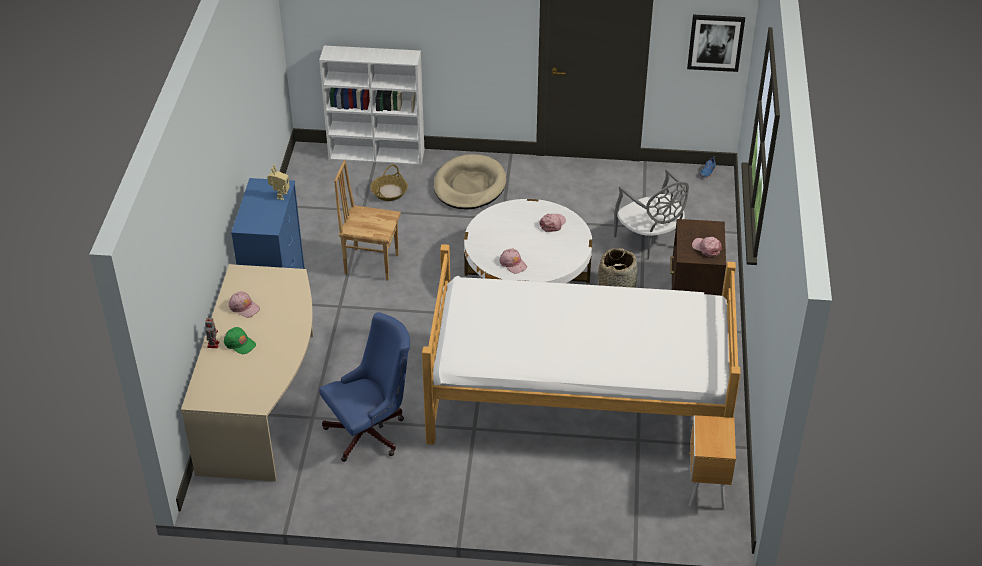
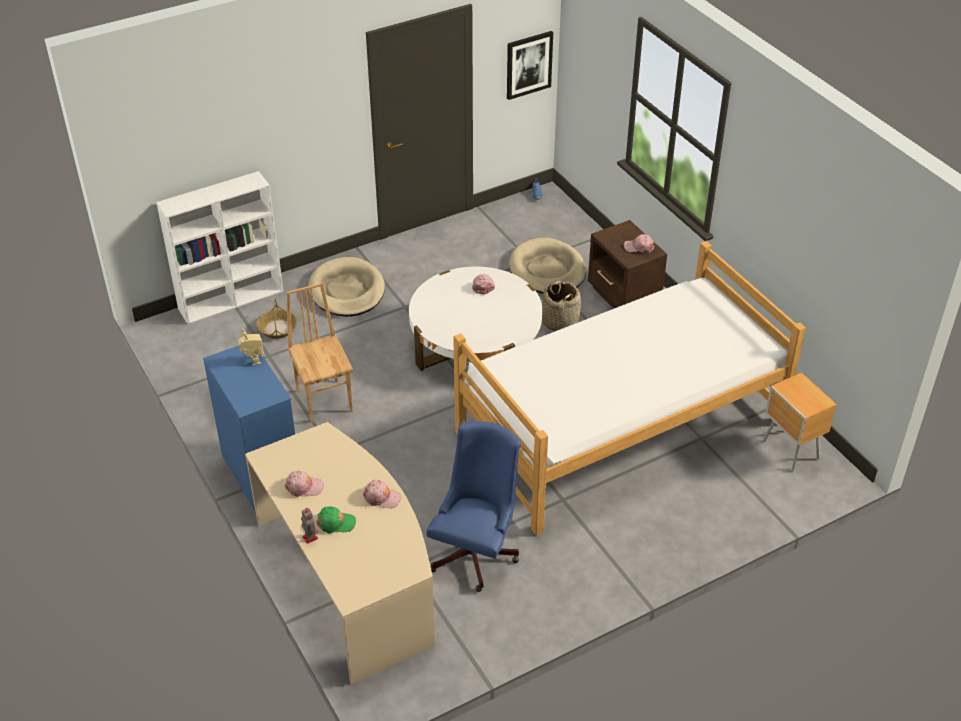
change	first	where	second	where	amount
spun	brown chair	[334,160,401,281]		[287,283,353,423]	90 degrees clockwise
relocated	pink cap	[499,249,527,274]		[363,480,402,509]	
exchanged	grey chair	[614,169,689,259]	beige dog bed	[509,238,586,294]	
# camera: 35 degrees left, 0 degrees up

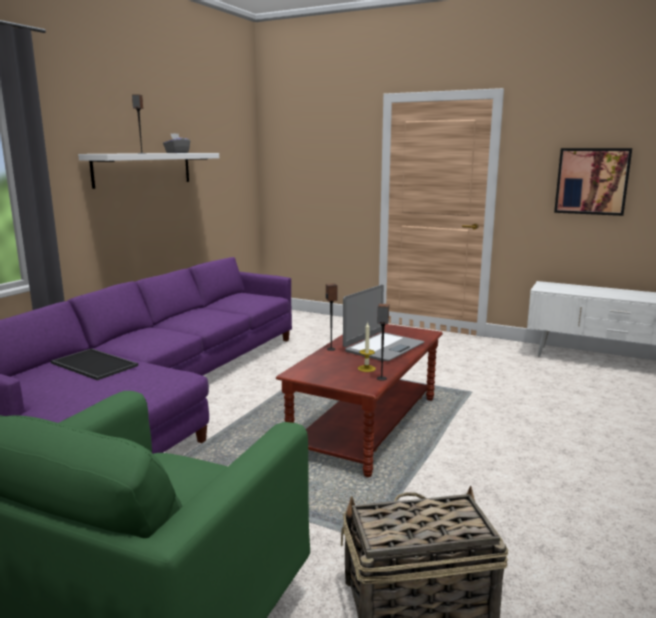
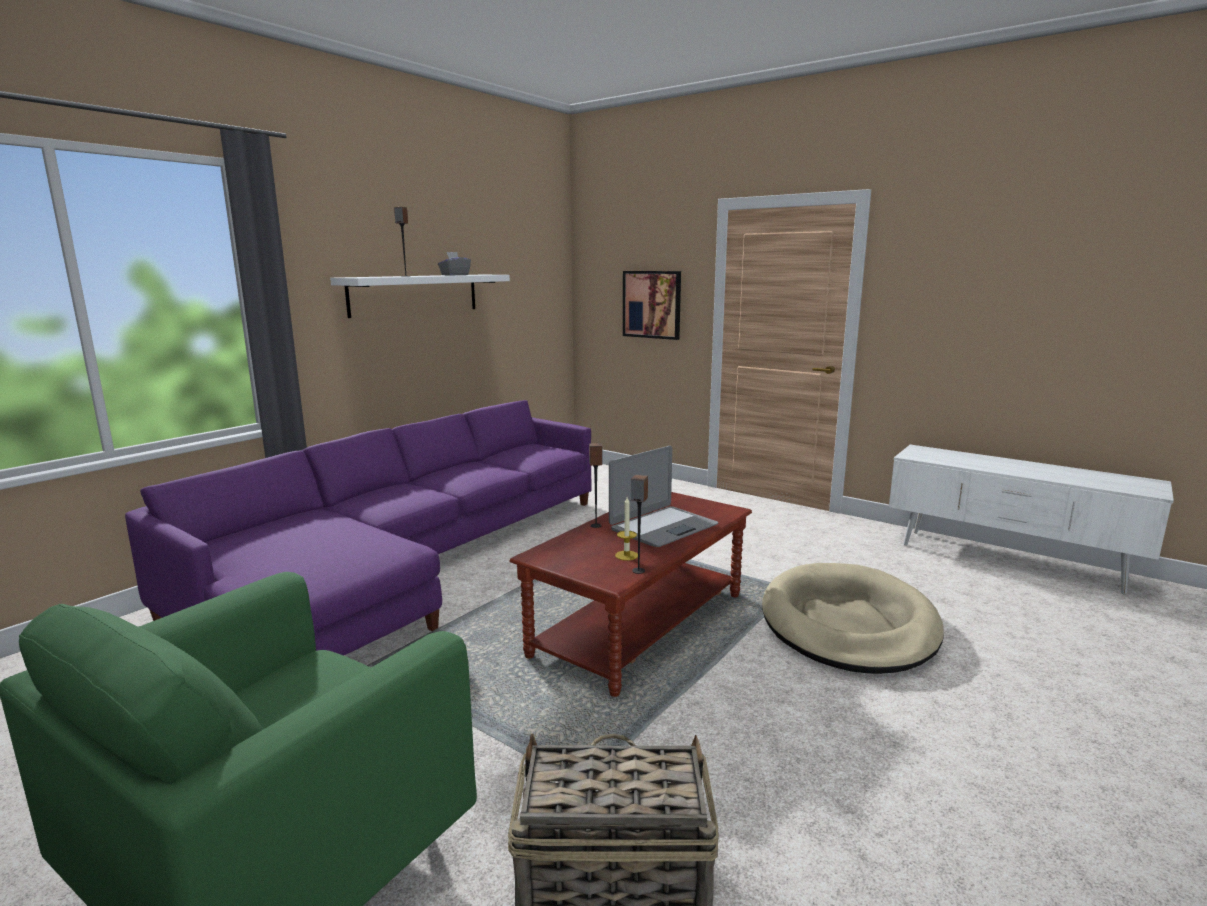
change	first	where	second	where	amount
relocated	picture	[554,148,632,216]		[623,271,681,340]	
appeared			beige dog bed	[762,563,944,674]	
missing	tray	[51,348,138,380]			
# camera: 10 degrees right, 0 degrees up

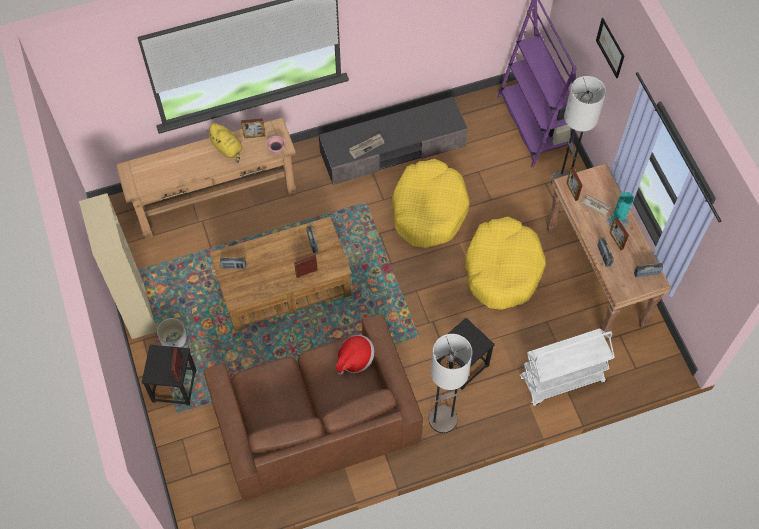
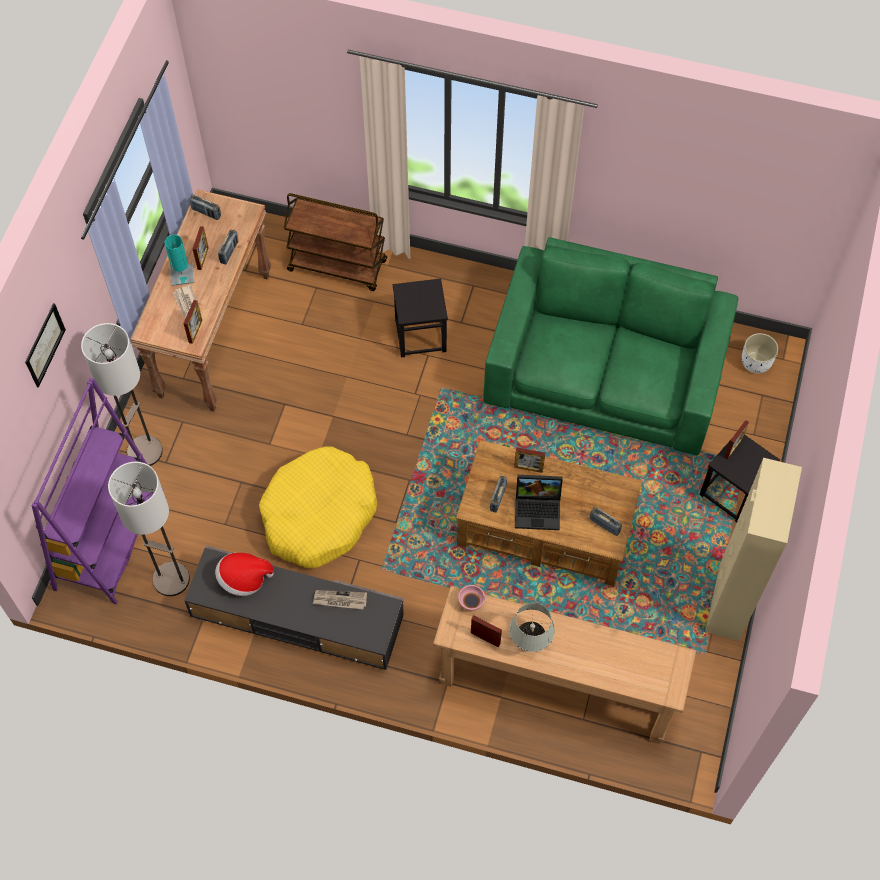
change	first	where	second	where	amount
relocated	floor lamp	[429,334,472,433]		[108,462,190,596]	
relocated	hat	[336,335,374,375]		[215,553,274,596]	
colour	white cart	[520,328,615,406]	brown cart	[283,193,387,291]	
colour	brown sofa	[203,314,423,501]	green sofa	[483,237,738,455]	
exchanged	yellow plush toy	[206,123,243,163]	white table lamp	[509,603,555,652]	
appeared			laptop	[515,475,563,530]	
relocated	white planter	[157,318,186,348]		[742,333,778,374]	
missing	yellow dog bed	[465,217,546,310]			
# camera: 145 degrees left, 0 degrees up

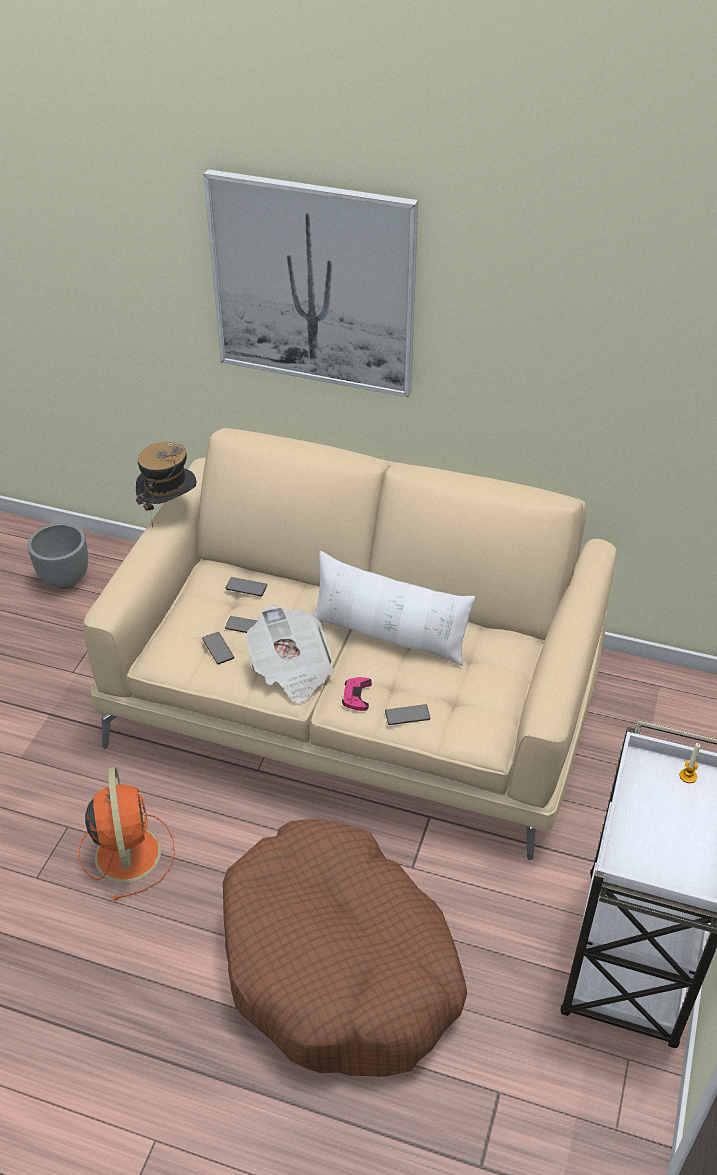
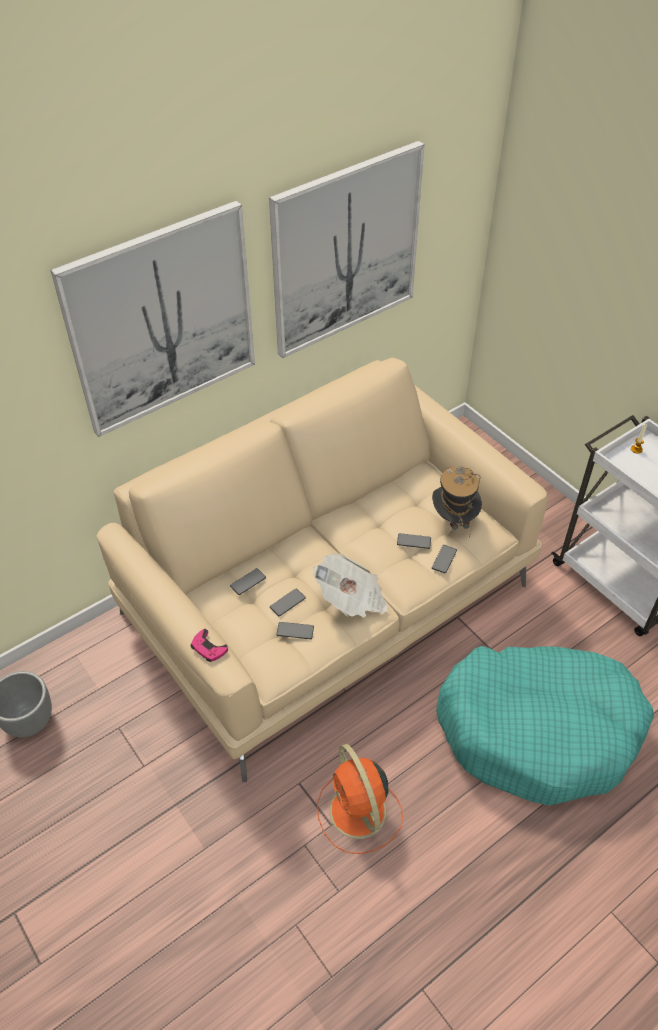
change	first	where	second	where	amount
relocated	pink game controller	[342,677,372,711]		[190,629,228,662]	
appeared			picture	[269,141,425,358]	
spun	orange fan	[78,767,175,901]		[317,744,403,854]	135 degrees counterclockwise
appeared			phone	[397,533,431,549]	
relocated	hat	[136,442,196,527]		[432,466,482,537]	
colour	brown dog bed	[223,819,467,1077]	turquoise dog bed	[436,646,654,805]	
missing	white pillow	[313,551,475,666]			
# camera: 55 degrees left, 5 degrees up

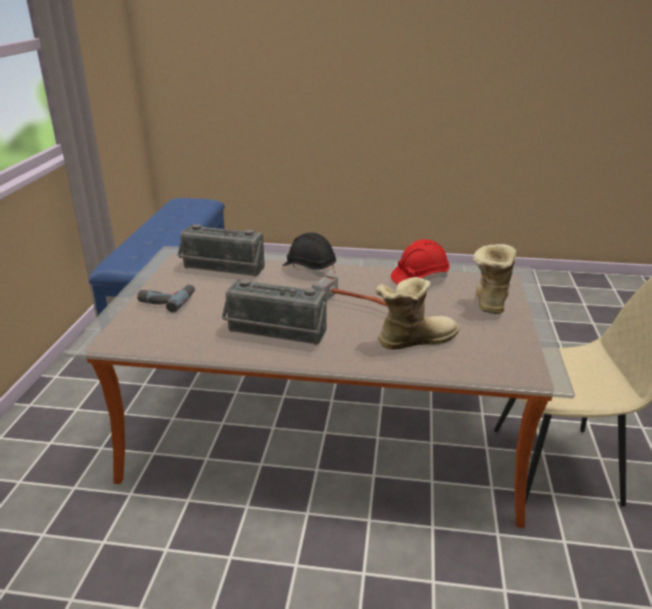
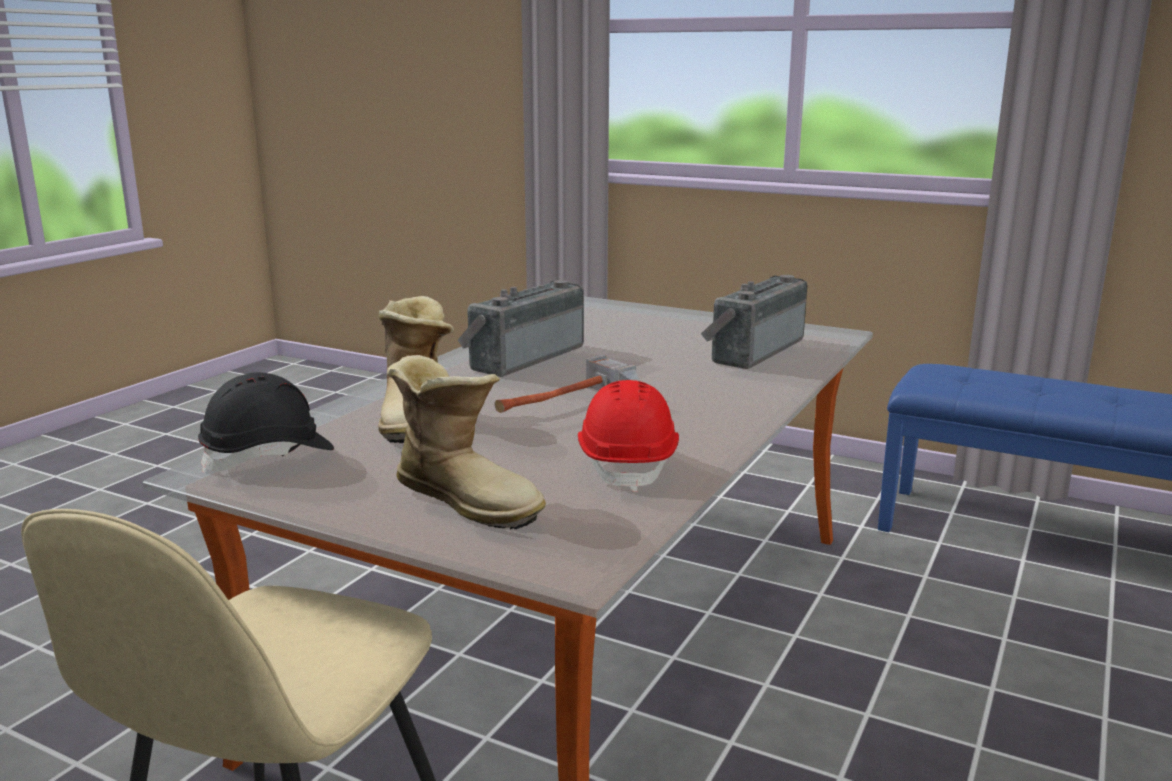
change	first	where	second	where	amount
relocated	black hard hat	[282,233,336,277]		[198,372,334,473]	
missing	power drill	[137,284,195,313]			
# camera: 110 degrees right, 10 degrees down

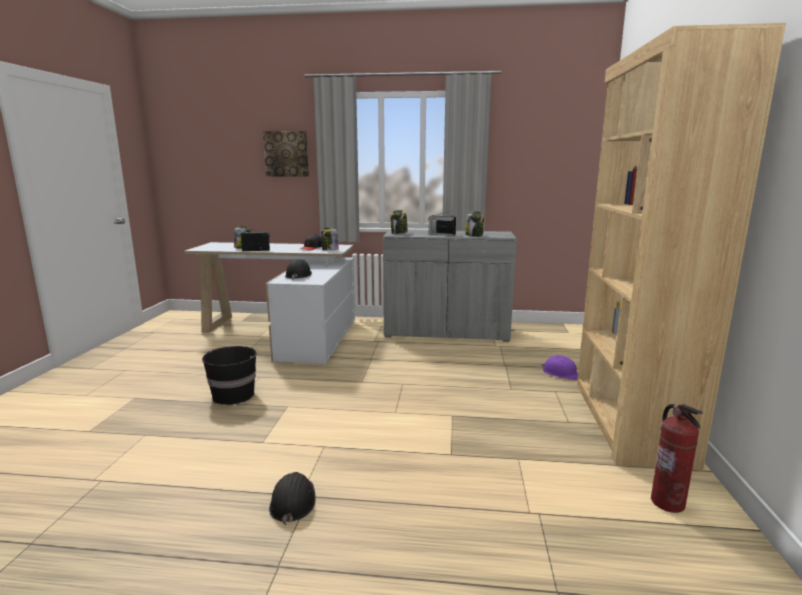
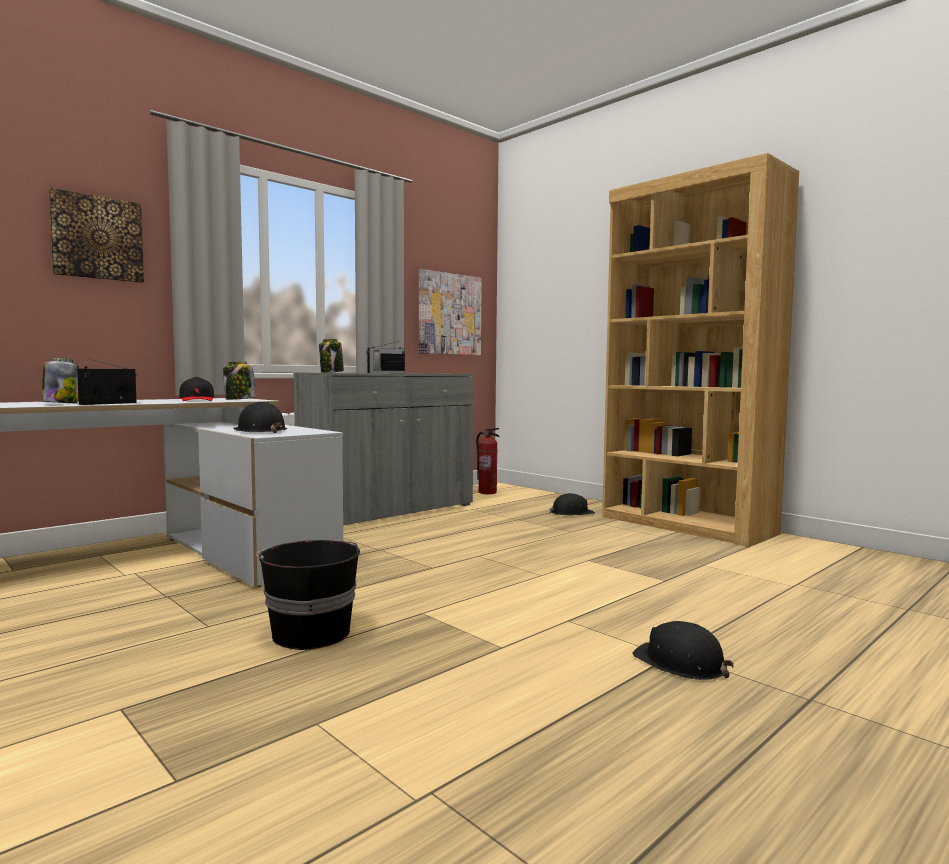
change	first	where	second	where	amount
appeared			picture	[419,269,482,355]	
relocated	fire extinguisher	[651,404,703,513]		[476,428,500,494]	
colour	purple hard hat	[541,355,578,380]	black hard hat	[549,493,595,515]	
missing	jar	[466,211,484,237]			
# camera: 50 degrees left, 10 degrees down

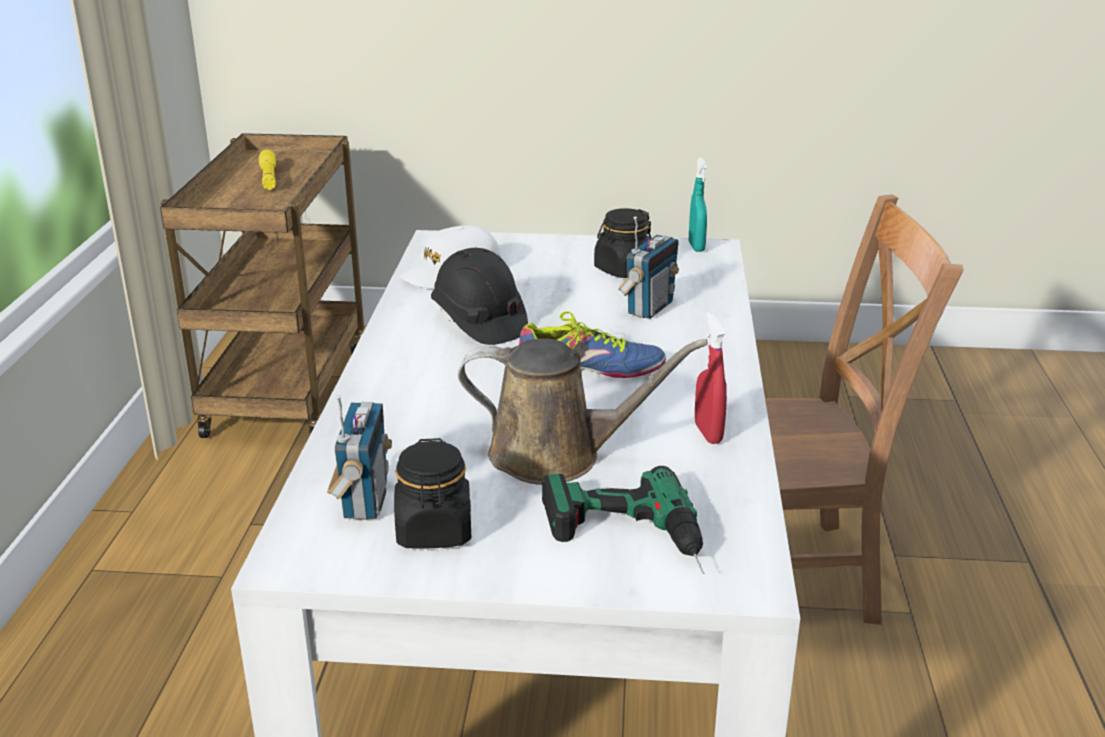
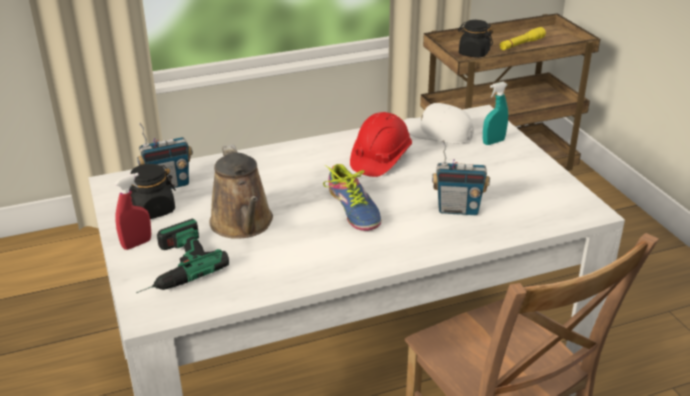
change	first	where	second	where	amount
relocated	red spray bottle	[695,312,727,444]		[115,173,151,250]	
colour	black hard hat	[431,248,528,345]	red hard hat	[350,112,412,177]	
relocated	black jar	[594,208,651,278]		[458,20,493,58]	
relocated	turquoise spray bottle	[689,158,707,252]		[483,82,508,145]	
# camera: 65 degrees right, 5 degrees up

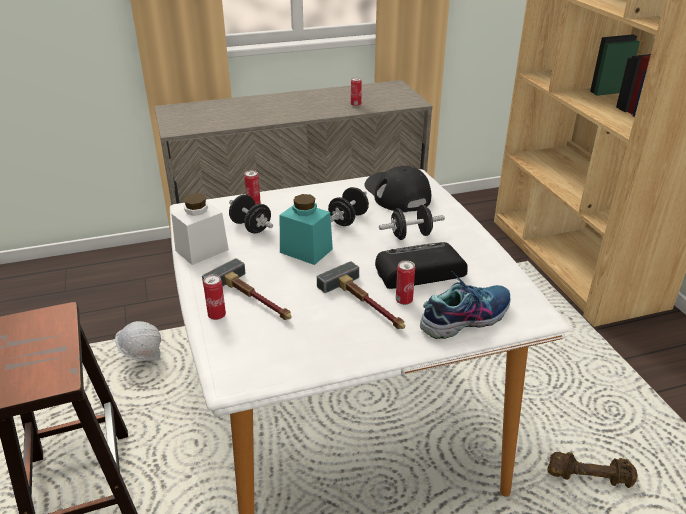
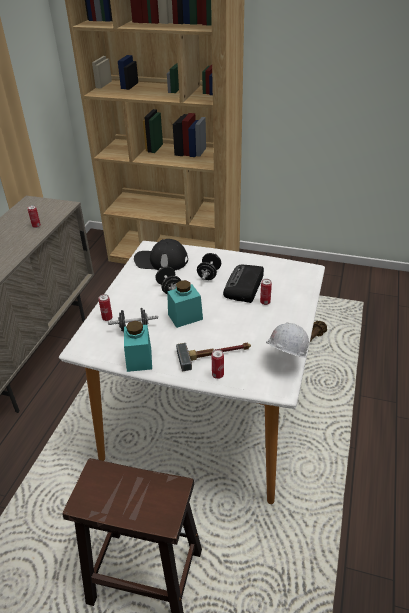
change	first	where	second	where	amount
colour	white jar	[171,193,229,265]	turquoise jar	[124,321,152,372]	
relocated	white hard hat	[115,321,161,361]		[266,322,309,358]	
missing	hammer	[317,261,405,329]			
missing	shoe	[420,271,511,339]			
# camera: 55 degrees left, 5 degrees up

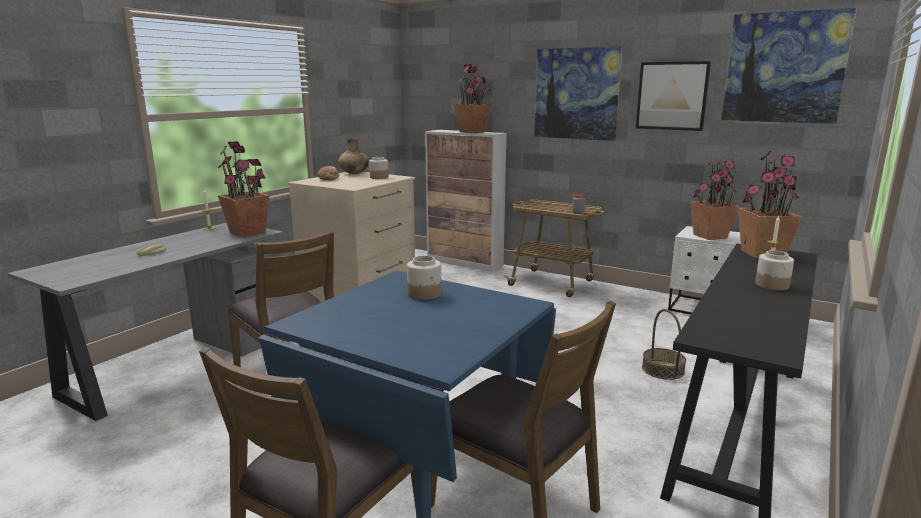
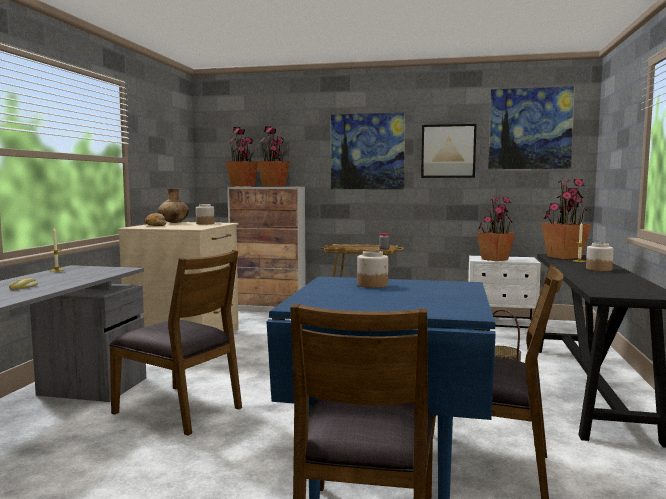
change	first	where	second	where	amount
relocated	potted plant	[218,141,270,237]		[225,127,258,187]	
# camera: 20 degrees left, 10 degrees down

